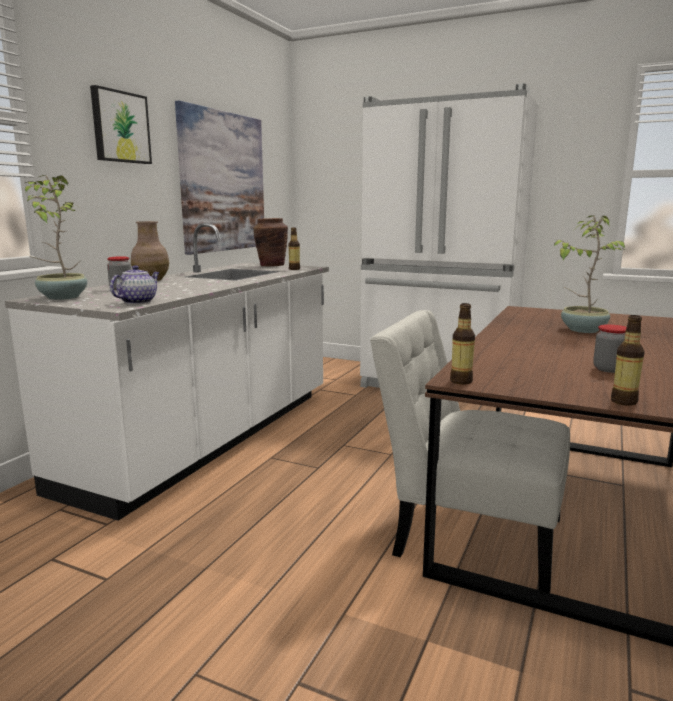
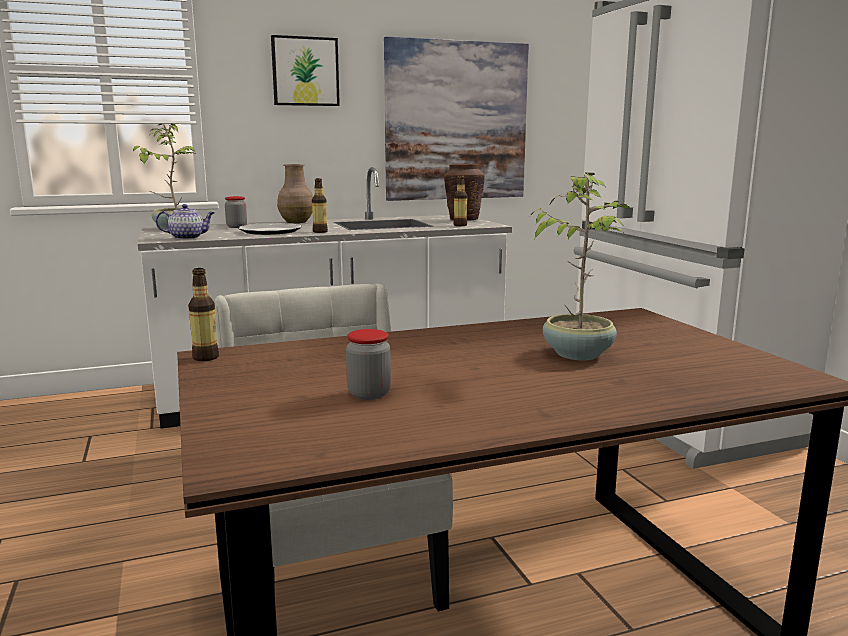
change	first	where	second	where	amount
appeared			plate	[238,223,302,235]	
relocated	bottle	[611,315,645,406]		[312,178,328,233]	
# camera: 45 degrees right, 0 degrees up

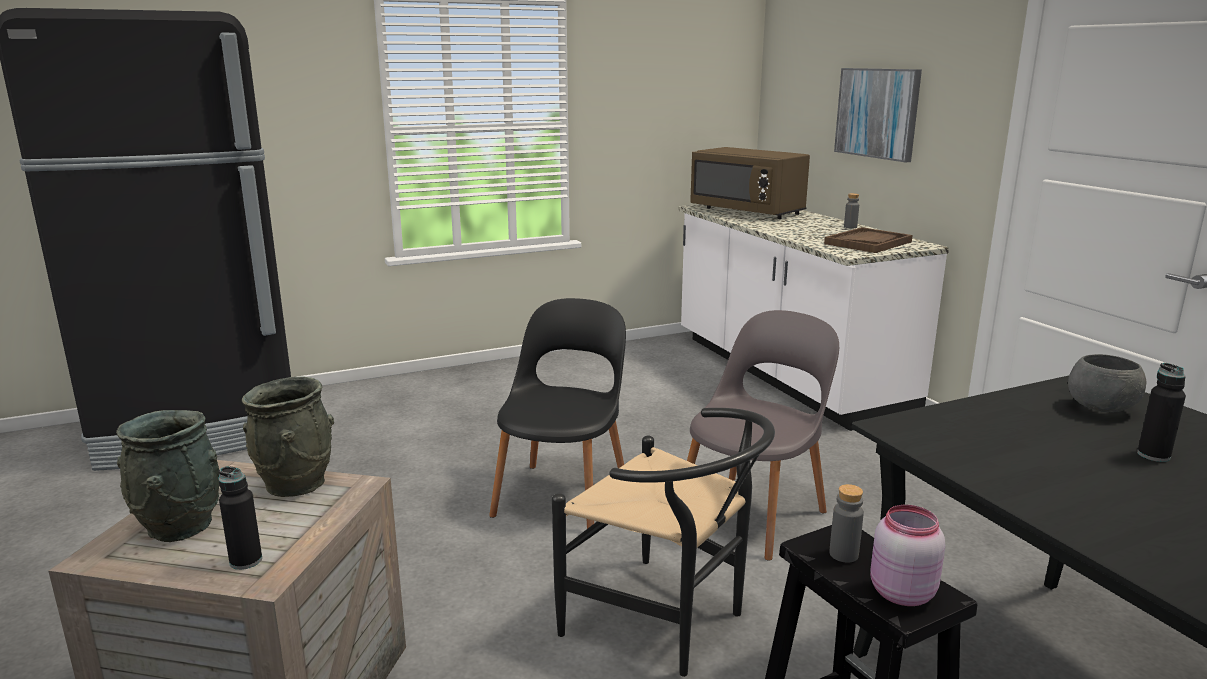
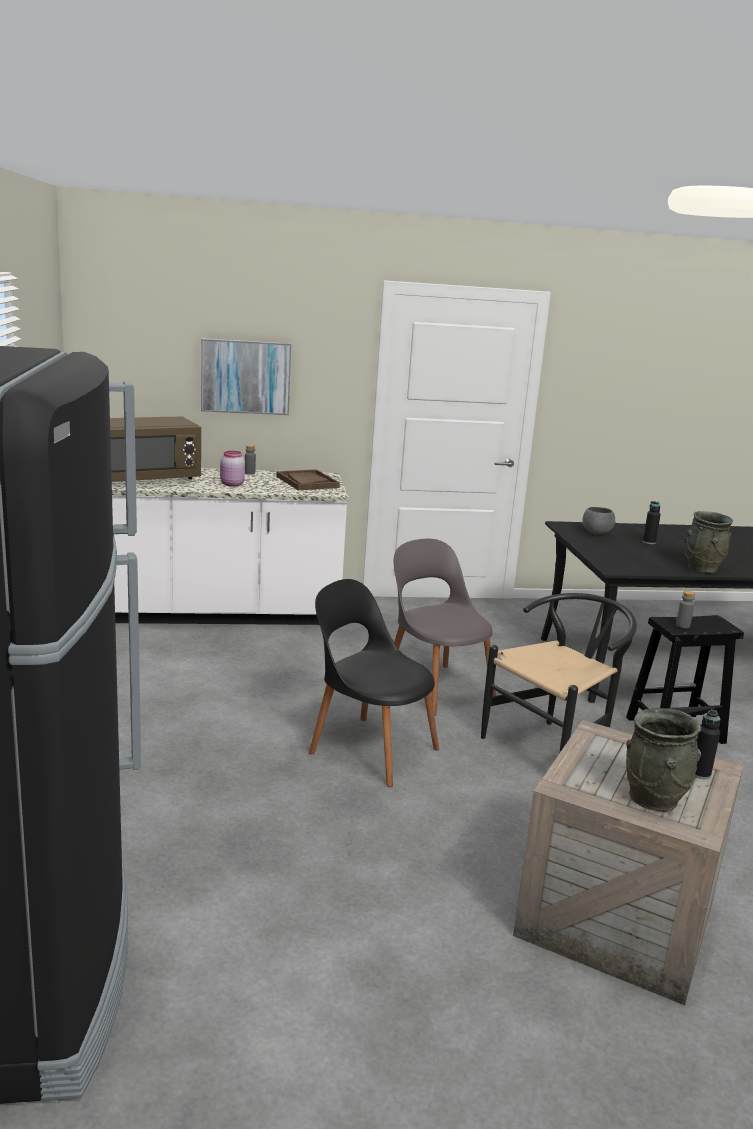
change	first	where	second	where	amount
relocated	pink jar	[870,505,945,606]		[220,451,245,487]	
relocated	grey vase	[242,376,334,497]		[685,511,733,573]	
# camera: 75 degrees left, 0 degrees up

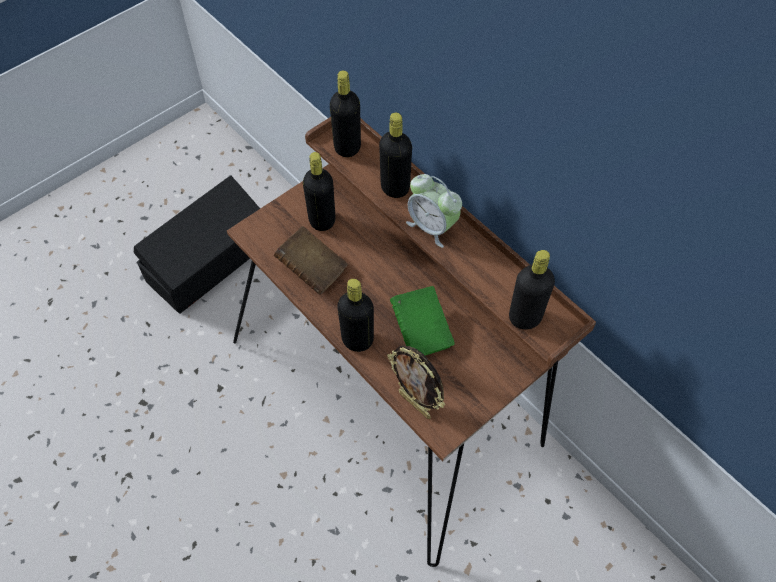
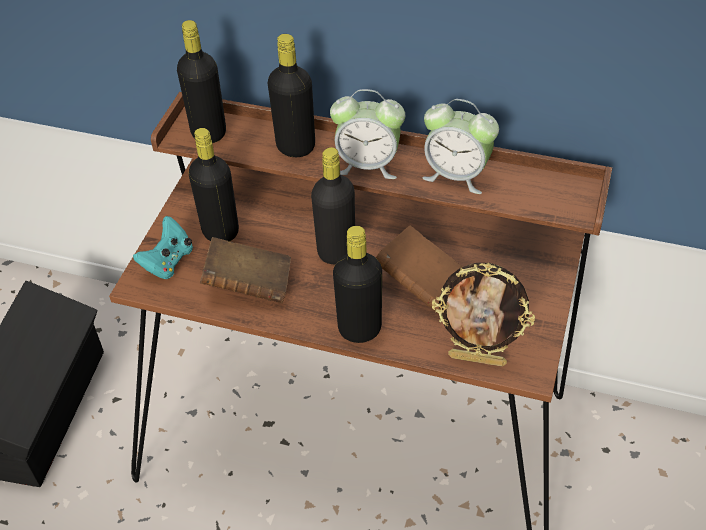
change	first	where	second	where	amount
appeared			turquoise game controller	[133,216,193,279]	
relocated	black bottle	[509,250,555,330]		[311,147,355,264]	
colour	green book	[390,286,455,355]	brown book	[376,226,463,315]	
appeared			alarm clock	[423,99,499,194]	
# camera: 30 degrees left, 10 degrees down

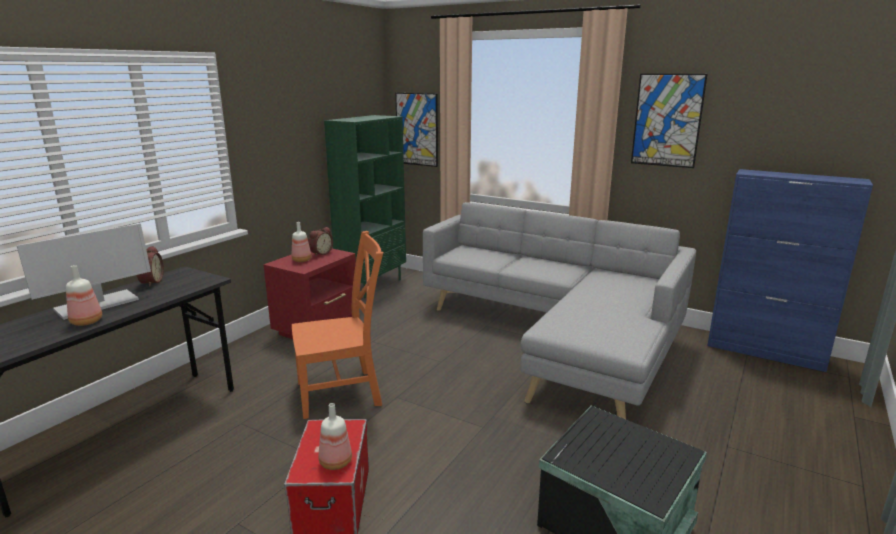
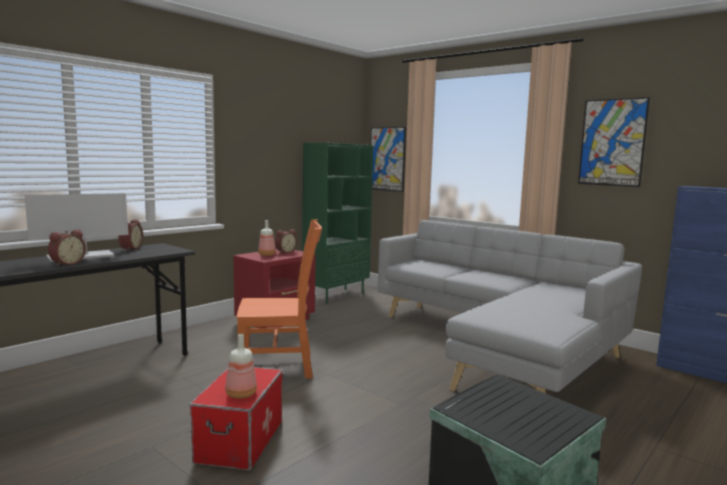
change	first	where	second	where	amount
exchanged	bottle	[66,265,102,326]	alarm clock	[48,230,86,266]	
# camera: 10 degrees right, 10 degrees down

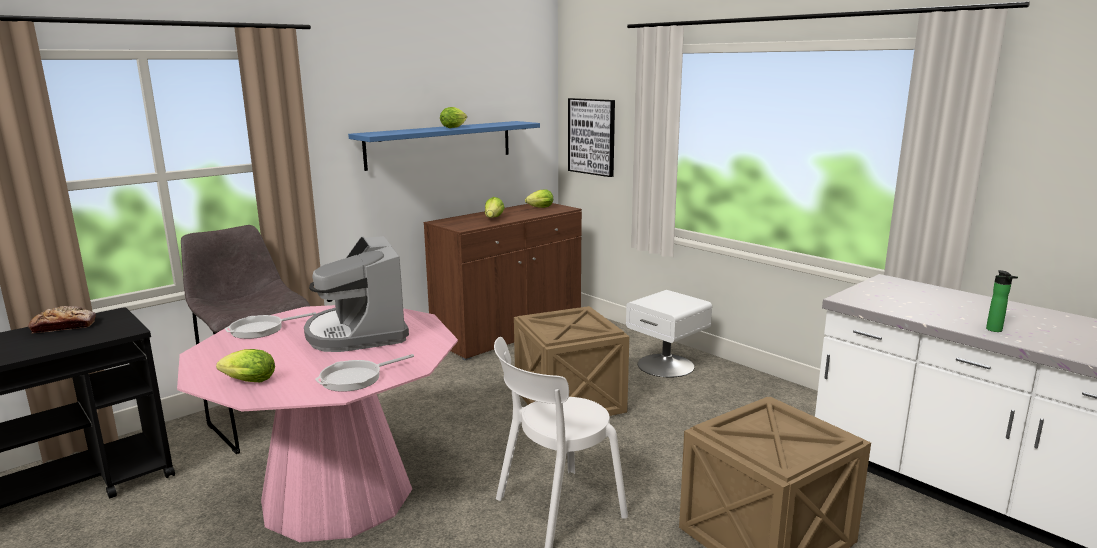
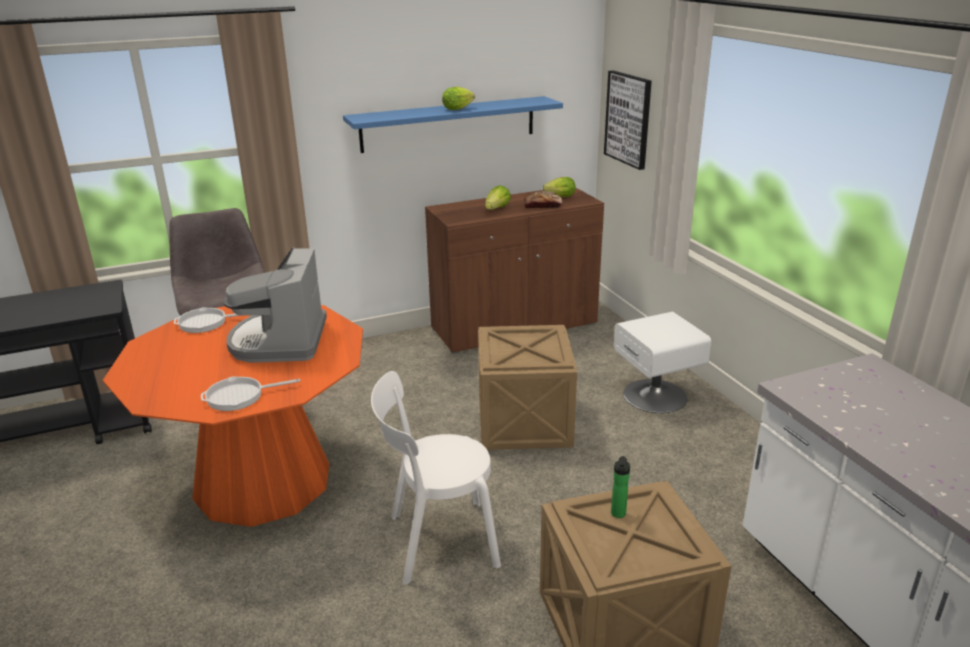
change	first	where	second	where	amount
colour	pink dining table	[177,305,458,542]	orange dining table	[103,305,363,527]	
relocated	bread	[28,306,96,333]		[524,191,562,208]	
relocated	bottle	[986,270,1018,332]		[611,456,630,518]	
missing	lettuce	[216,349,275,382]			
# camera: 20 degrees right, 10 degrees up

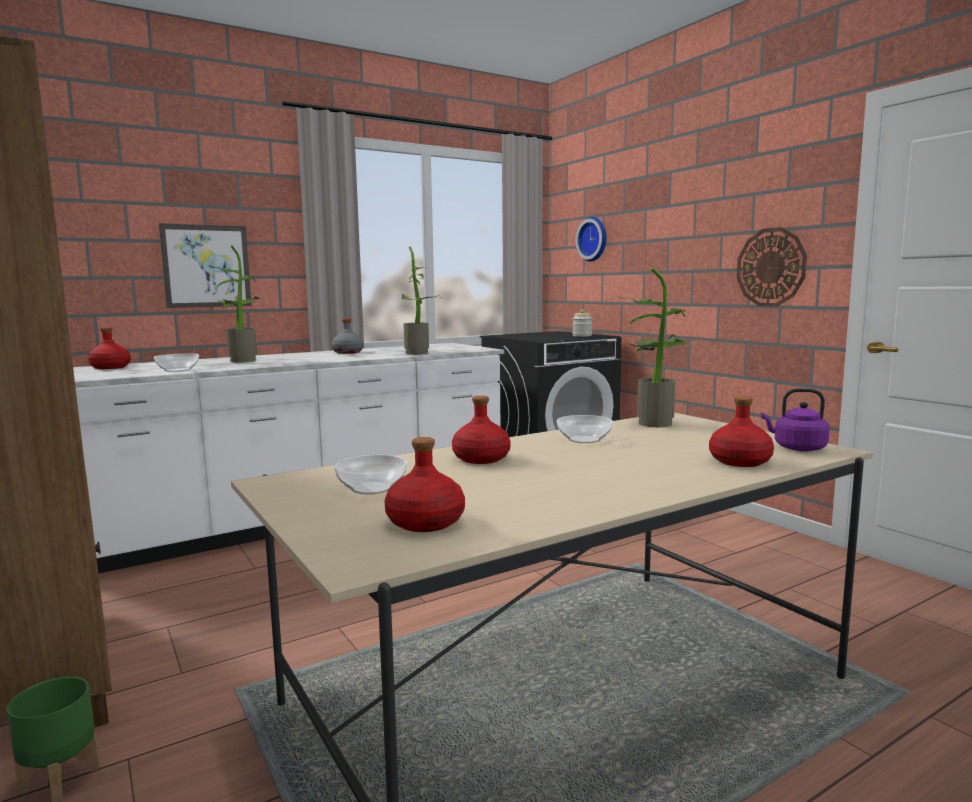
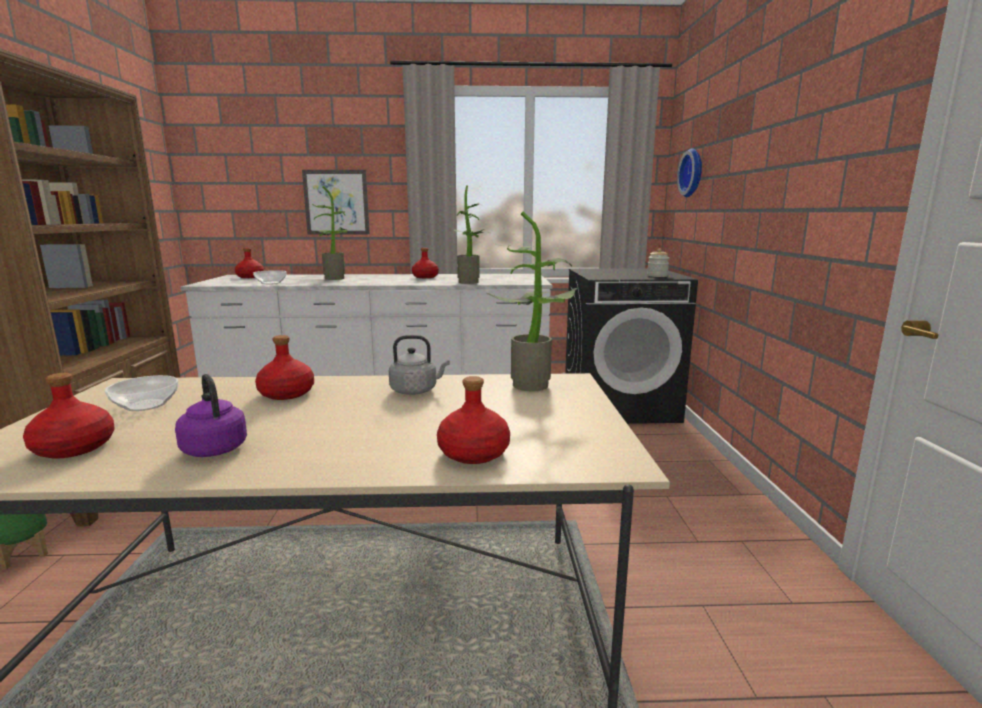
change	first	where	second	where	amount
relocated	purple kettle	[761,388,830,452]		[175,374,247,457]	
exchanged	bowl	[557,415,613,443]	grey kettle	[389,335,450,395]	
colour	grey bottle	[331,318,364,354]	red bottle	[412,248,439,278]	
missing	wall clock	[737,227,807,307]			
# camera: 30 degrees right, 5 degrees up

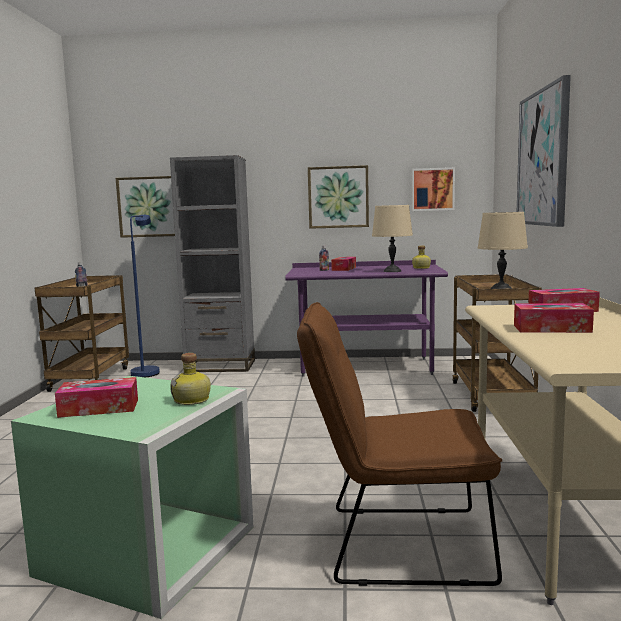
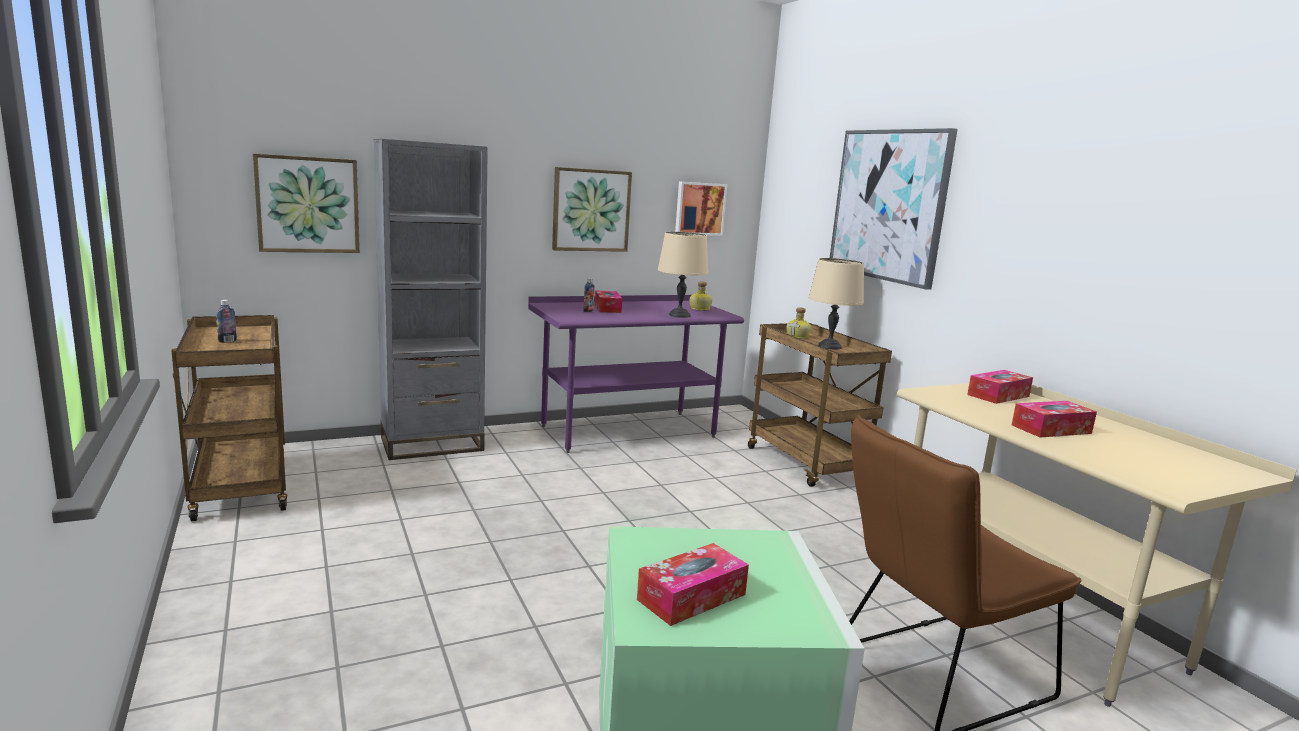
change	first	where	second	where	amount
relocated	bottle	[171,353,211,405]		[786,307,811,339]	
missing	blue floor lamp	[130,215,160,378]			
# camera: 30 degrees left, 5 degrees up

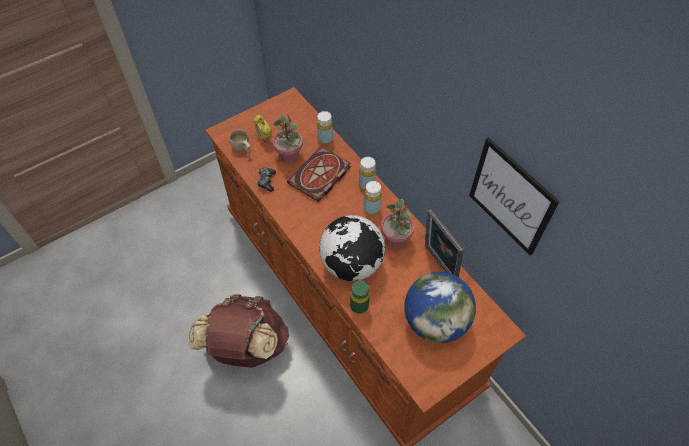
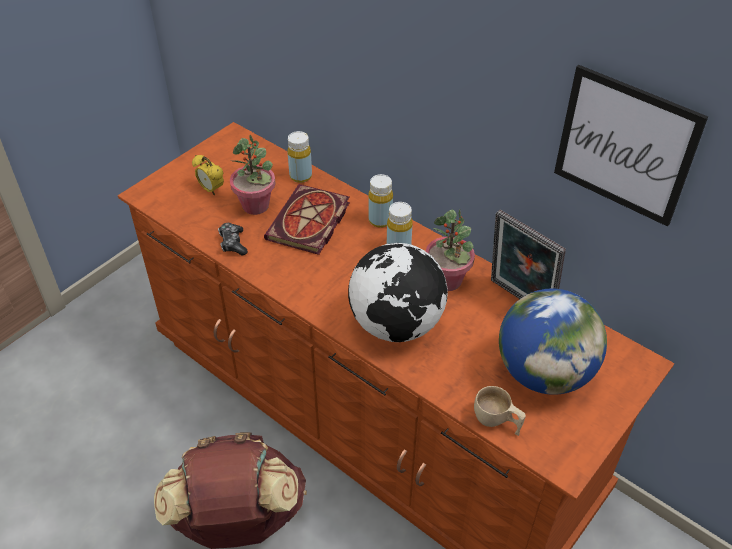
change	first	where	second	where	amount
relocated	beige cup	[229,130,250,157]		[474,386,526,436]	
missing	green bottle	[350,281,370,314]			
# camera: 15 degrees left, 10 degrees down

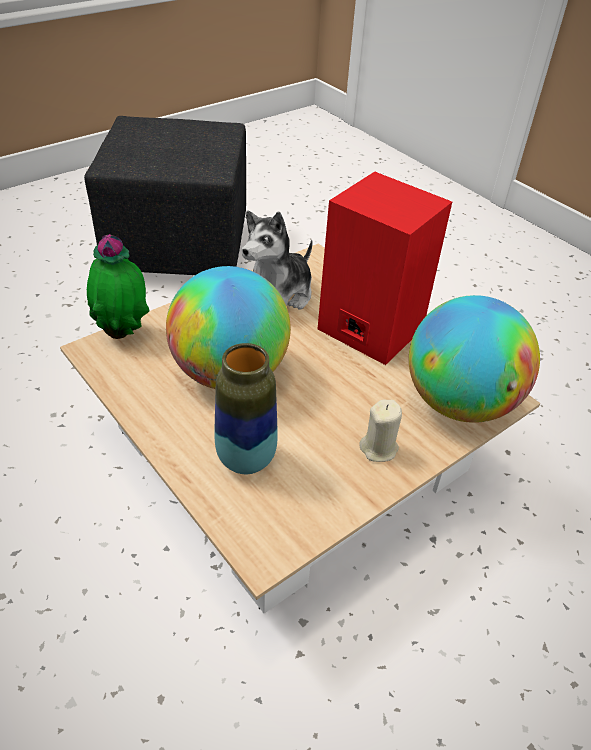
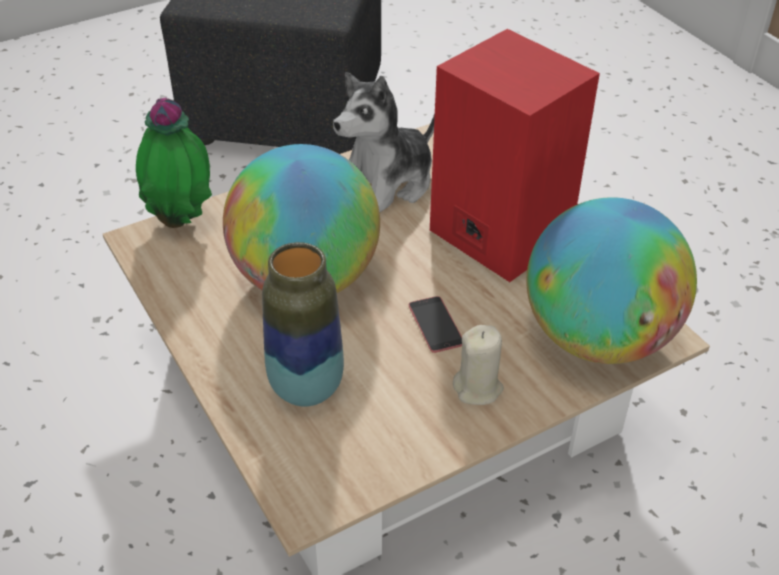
change	first	where	second	where	amount
appeared			phone	[409,296,462,353]	
# camera: 10 degrees right, 0 degrees up

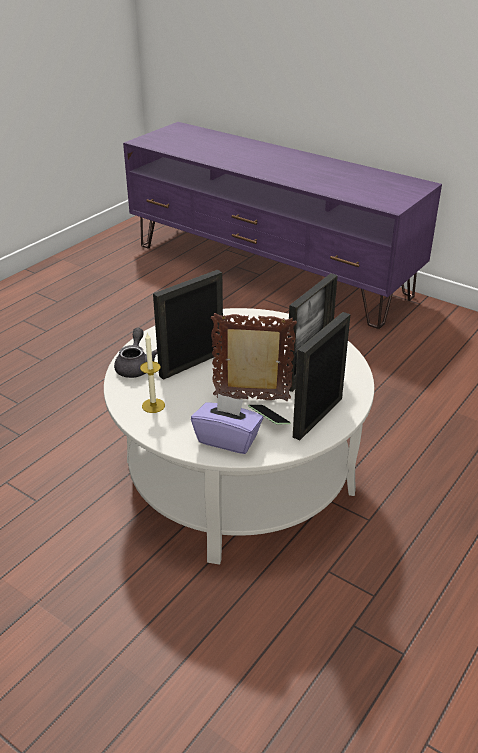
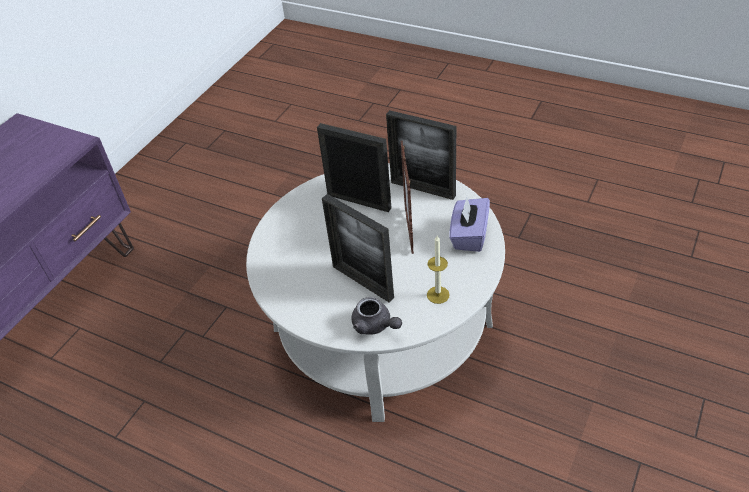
change	first	where	second	where	amount
spun	grey teapot	[114,328,157,378]		[351,297,402,335]	135 degrees counterclockwise
missing	phone	[248,405,291,424]			
# camera: 95 degrees left, 10 degrees up

